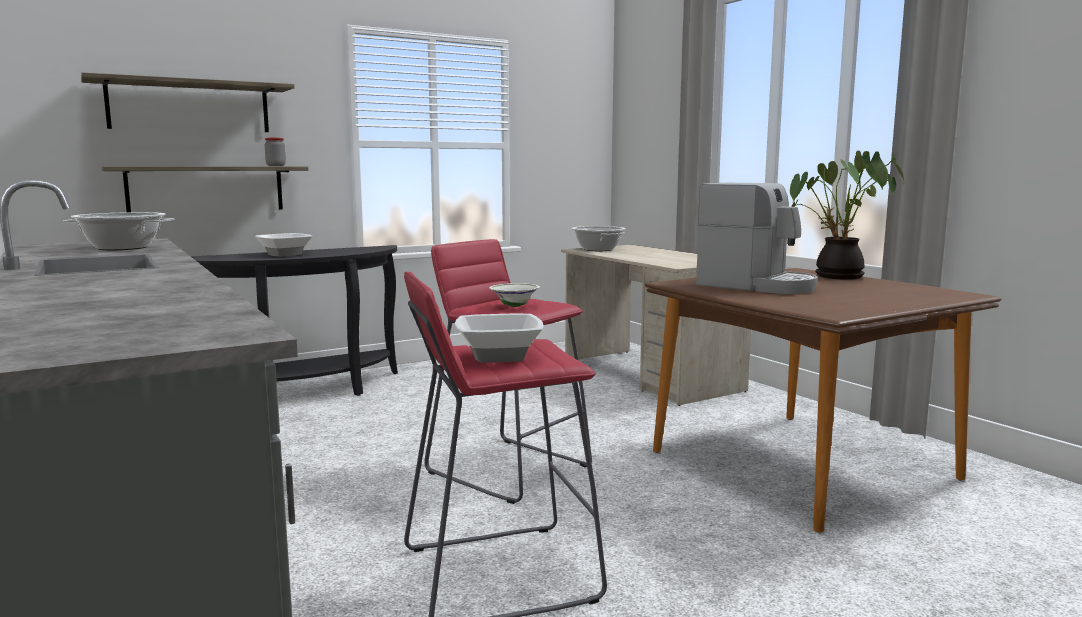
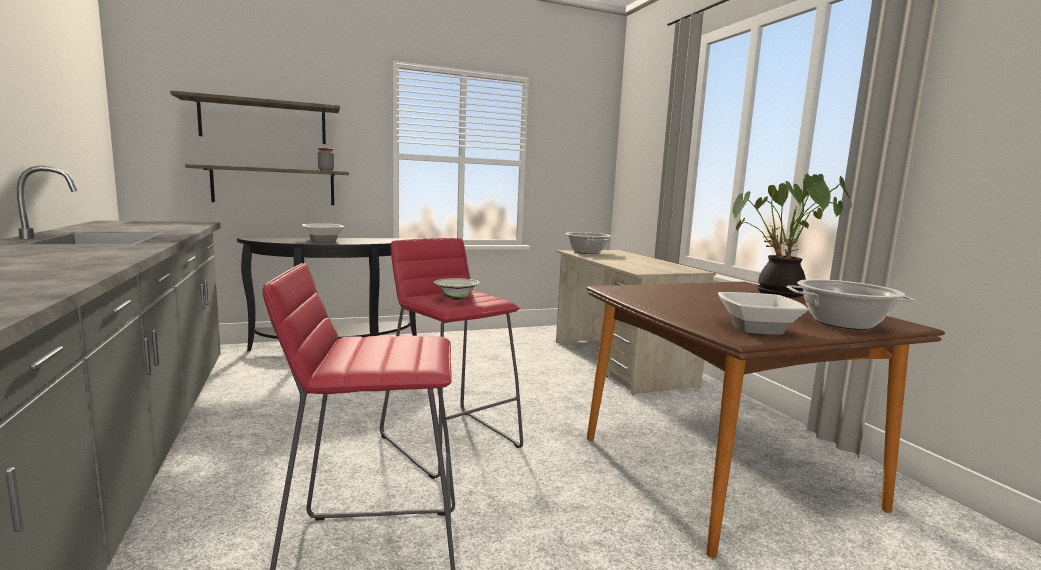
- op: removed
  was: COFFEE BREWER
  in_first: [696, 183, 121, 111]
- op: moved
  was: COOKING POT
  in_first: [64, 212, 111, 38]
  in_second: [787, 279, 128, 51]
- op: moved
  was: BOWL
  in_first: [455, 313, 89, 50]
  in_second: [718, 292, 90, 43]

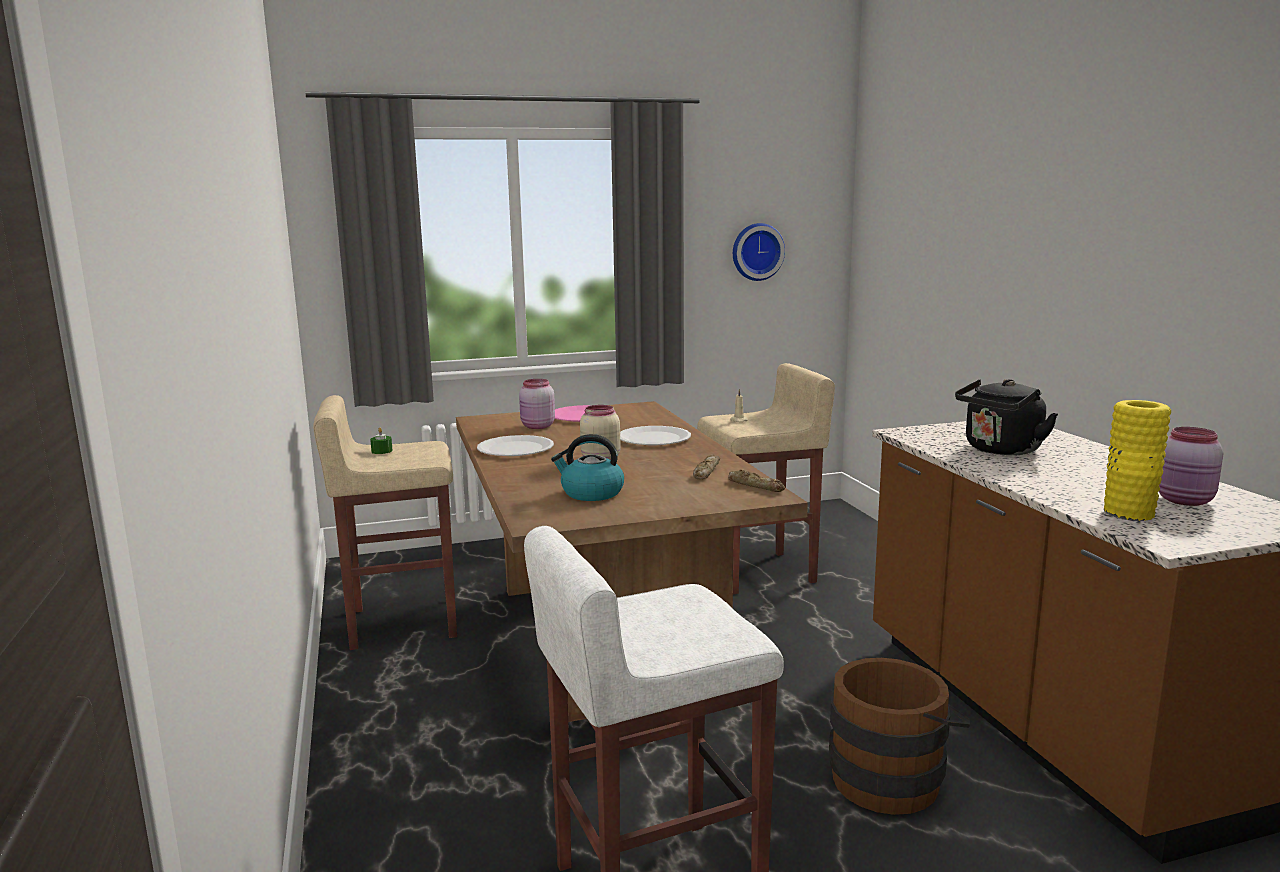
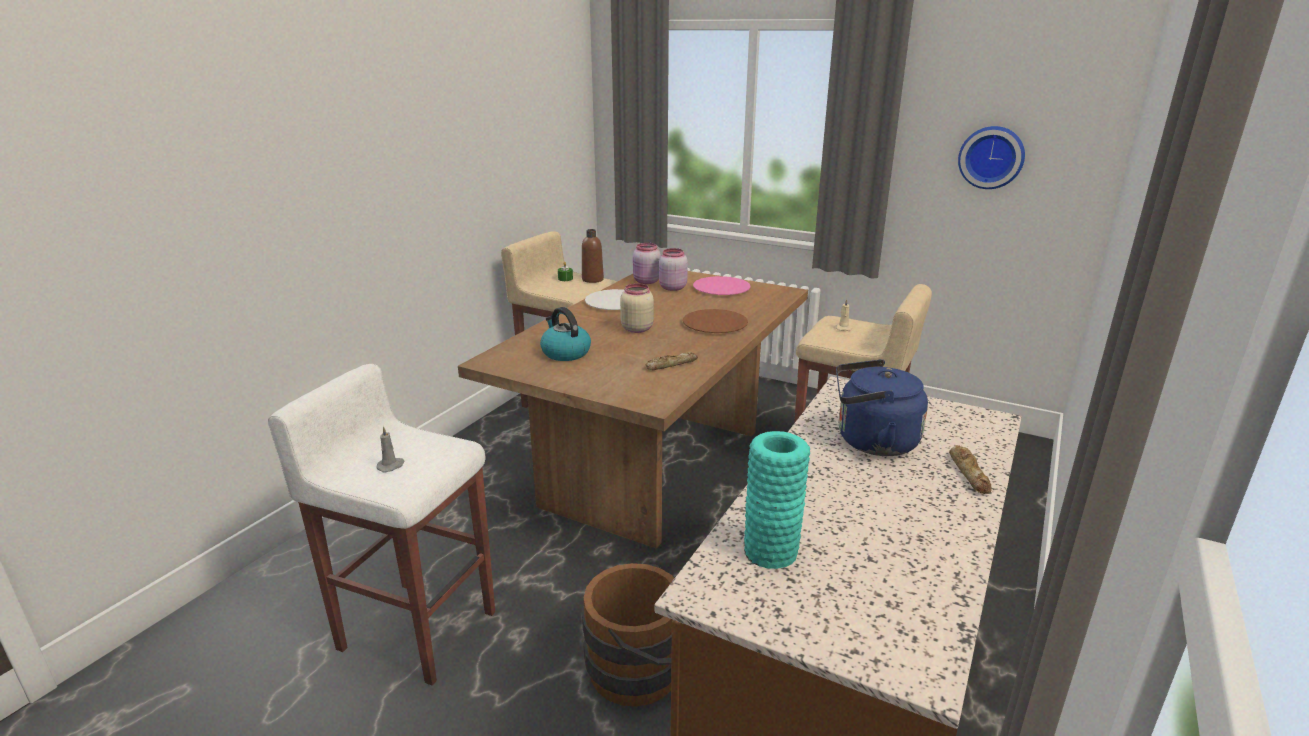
- op: recoloured
  was: BLACK-COLOURED WATER KETTLE
  now: BLUE WATER KETTLE
  in_first: [955, 379, 103, 76]
  in_second: [836, 359, 92, 97]
- op: recoloured
  was: YELLOW-COLOURED FLOWER VASE
  now: TURQUOISE-COLOURED FLOWER VASE
  in_first: [1104, 400, 67, 121]
  in_second: [744, 431, 66, 138]
- op: recoloured
  was: WHITISH DINNER PLATE
  now: BROWNISH DINNER PLATE
  in_first: [620, 426, 71, 19]
  in_second: [683, 309, 65, 24]
- op: moved
  was: PINK-COLOURED PRESERVE JAR
  in_first: [1159, 427, 64, 79]
  in_second: [633, 243, 28, 41]
- op: moved
  was: BREAD
  in_first: [728, 469, 57, 23]
  in_second: [949, 445, 43, 49]
- op: added
  now: BROWNISH BEVERAGE BOTTLE
  in_second: [582, 229, 22, 54]
- op: added
  now: GREY CANDLE
  in_second: [376, 426, 29, 47]

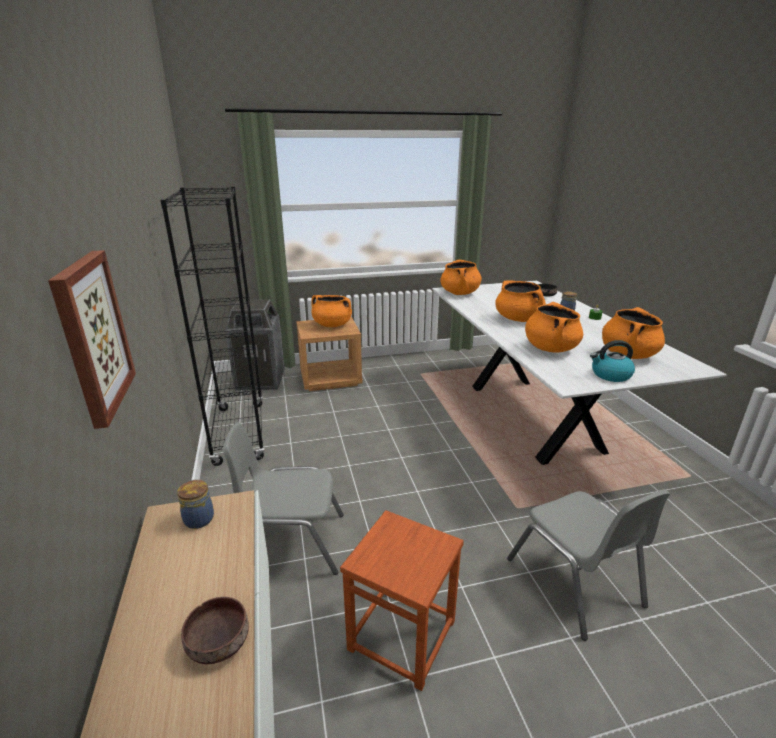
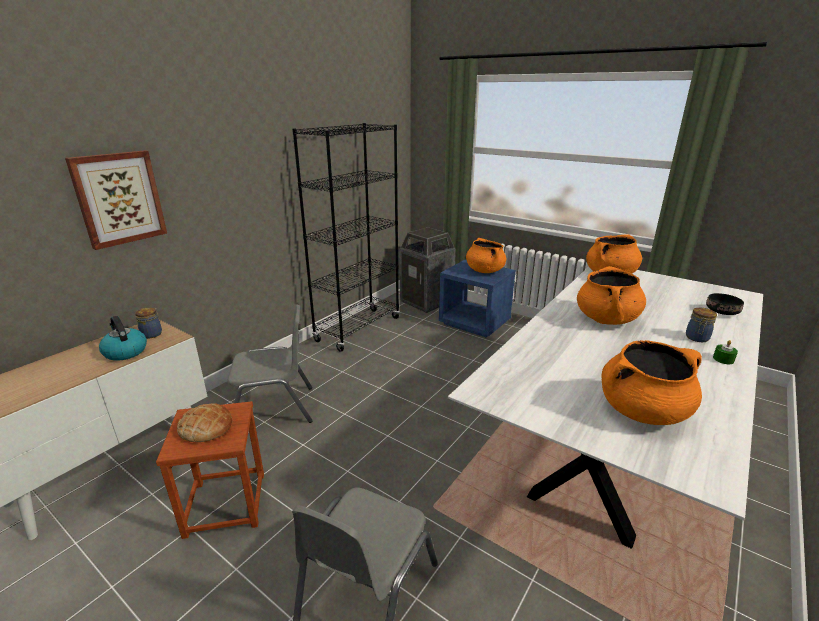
- op: removed
  was: ORANGE COOKING POT
  in_first: [525, 302, 58, 50]
- op: recoloured
  was: BROWNISH NIGHTSTAND
  now: BLUE NIGHTSTAND
  in_first: [296, 317, 67, 74]
  in_second: [439, 259, 77, 78]
- op: moved
  was: WATER KETTLE
  in_first: [590, 340, 45, 42]
  in_second: [99, 316, 48, 45]
- op: turned
  was: GREY UPRIGHT CHAIR
  in_first: [223, 422, 121, 153]
  in_second: [227, 305, 86, 118]
  clockwise: 120
- op: removed
  was: BROWNISH BOWL
  in_first: [181, 597, 68, 67]
- op: added
  now: BREAD
  in_second: [177, 403, 55, 39]

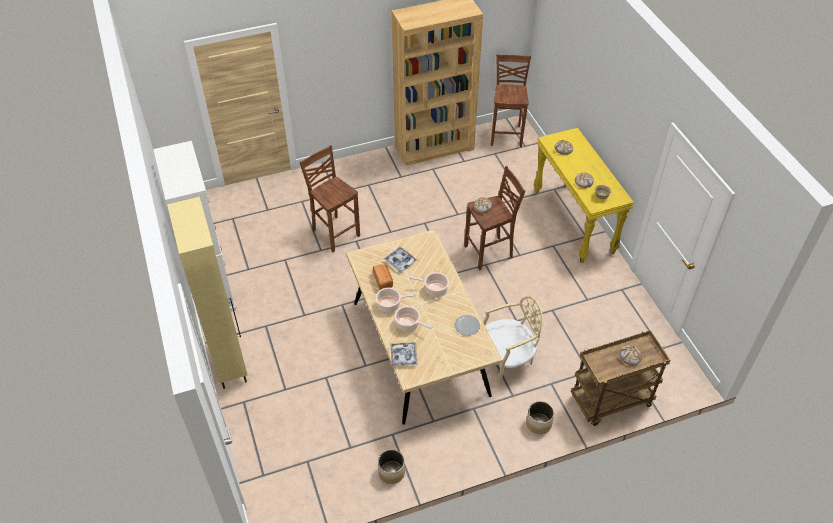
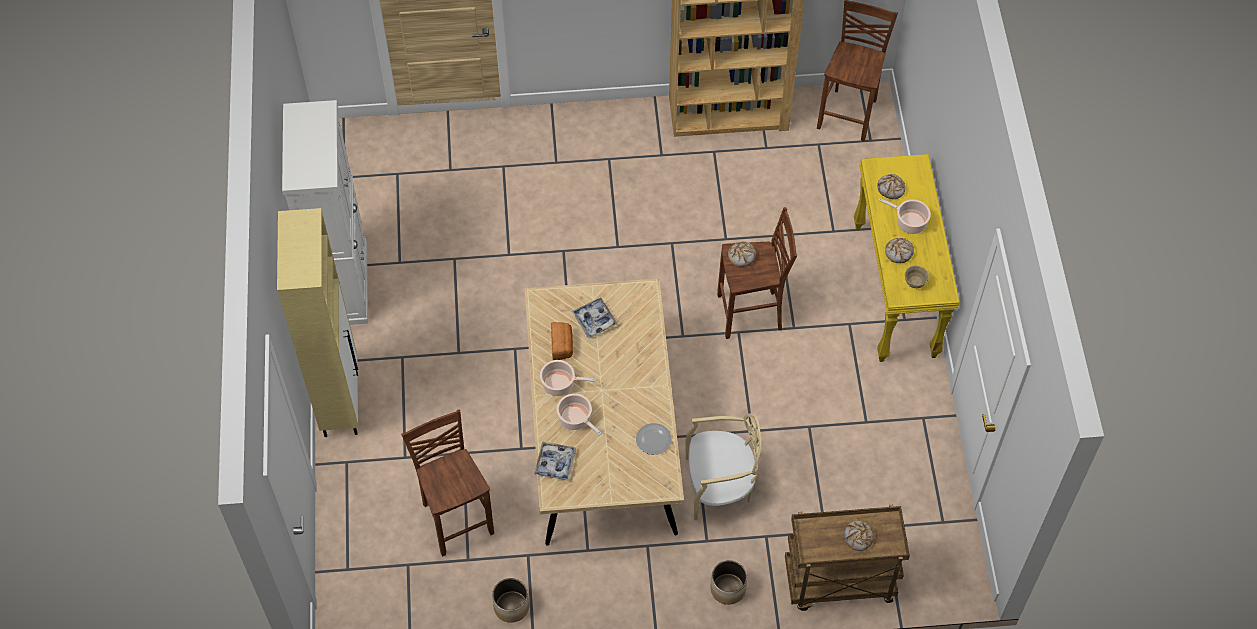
- op: moved
  was: BROWNISH STOOL SEAT
  in_first: [299, 145, 61, 108]
  in_second: [401, 410, 93, 147]
- op: moved
  was: COOKING POT
  in_first: [409, 272, 40, 25]
  in_second: [878, 198, 53, 36]

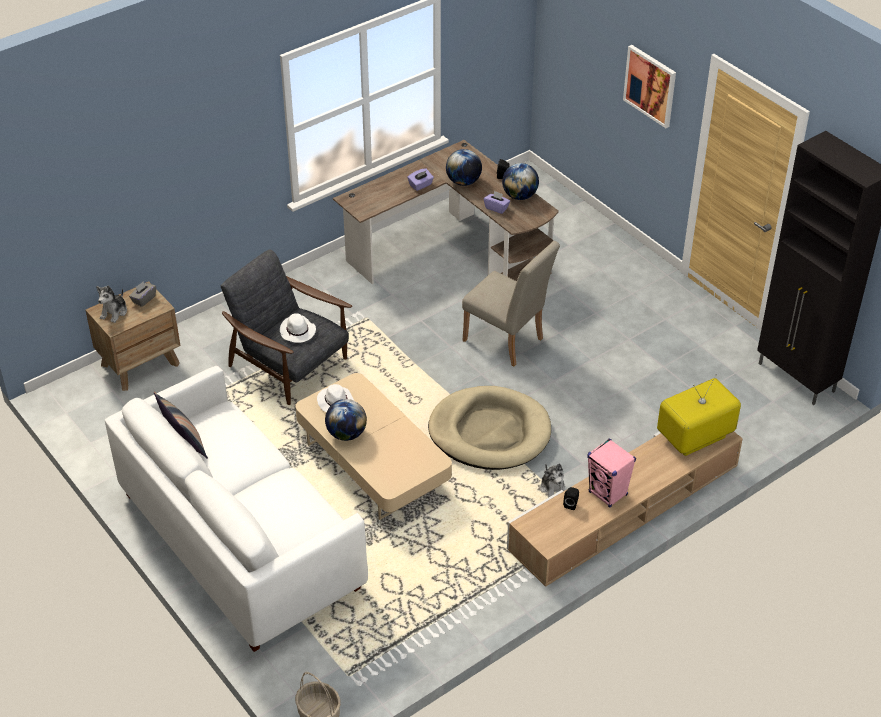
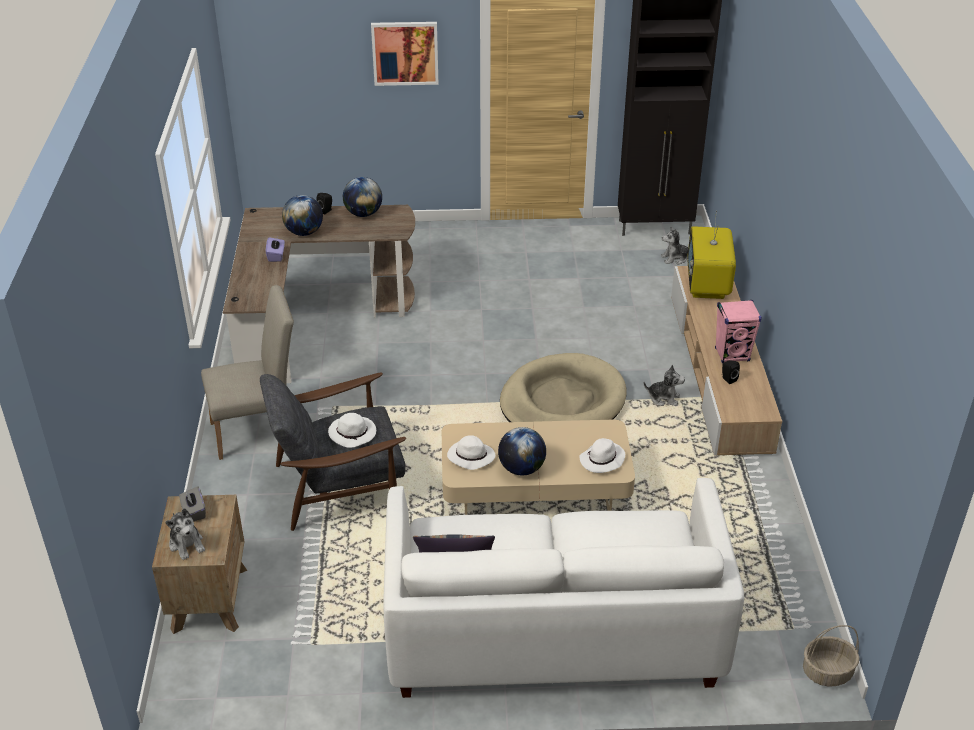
- op: removed
  was: PURPLISH BOX OF TISSUES
  in_first: [484, 191, 26, 23]
- op: moved
  was: SAND-COLOURED UPRIGHT CHAIR
  in_first: [462, 241, 98, 125]
  in_second: [201, 285, 93, 175]
- op: added
  now: PLUSH TOY
  in_second: [661, 226, 27, 39]
- op: added
  now: WHITISH CLOTHING HAT
  in_second: [579, 438, 46, 35]

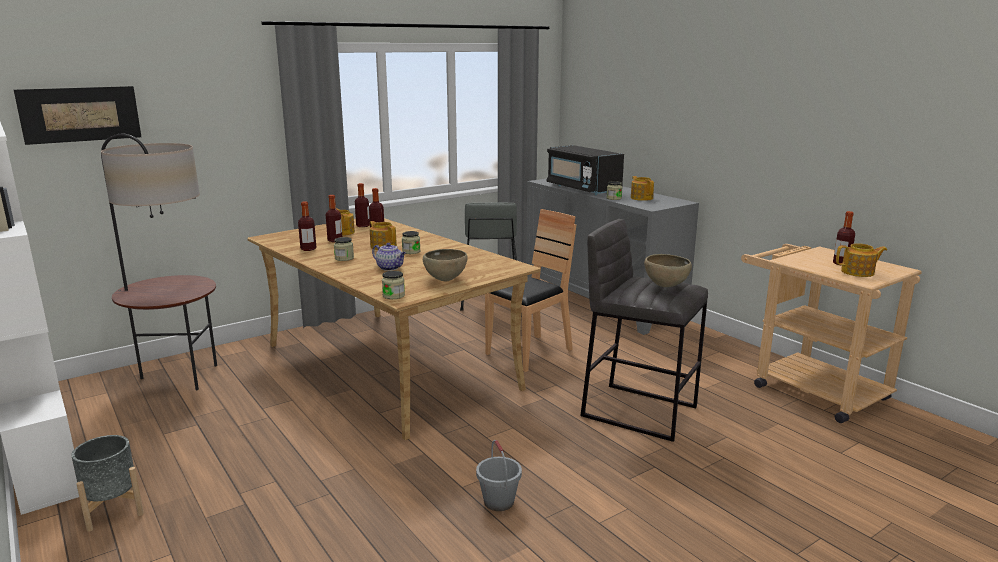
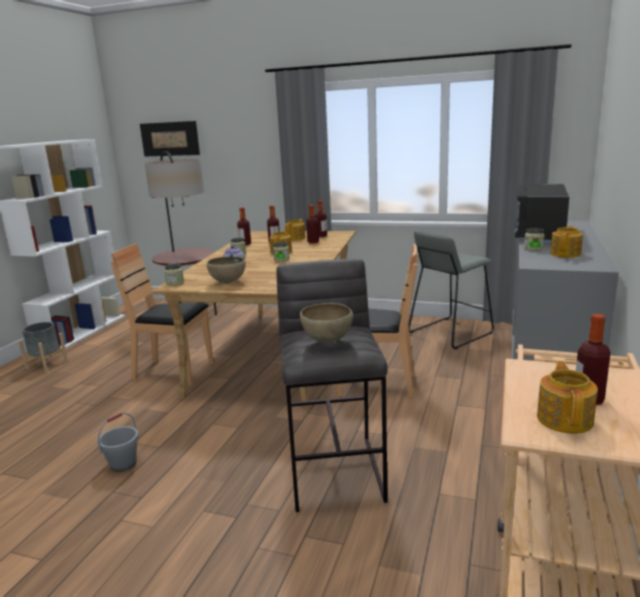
- op: turned
  was: TEAPOT
  in_first: [836, 244, 51, 33]
  in_second: [537, 361, 61, 73]
  clockwise: -135
- op: added
  now: BROWNISH UPRIGHT CHAIR
  in_second: [111, 243, 103, 143]

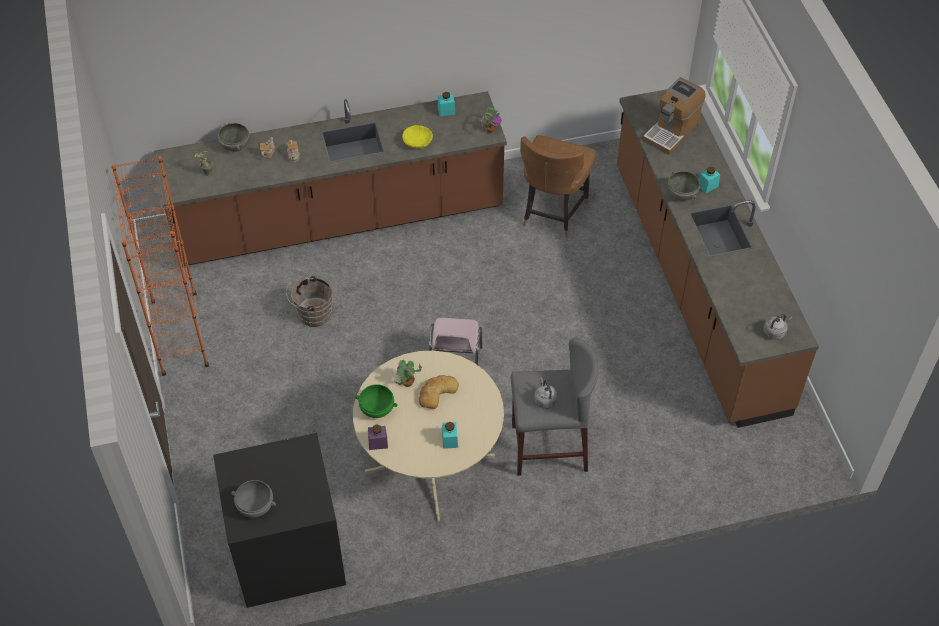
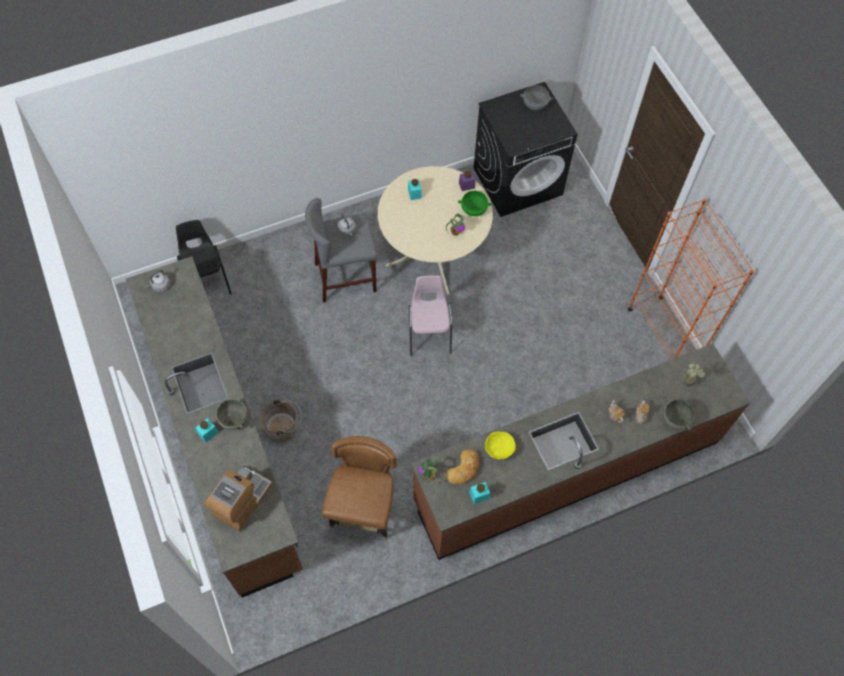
- op: moved
  was: BROWNISH BUCKET
  in_first: [286, 275, 47, 52]
  in_second: [259, 398, 43, 44]
- op: moved
  was: BREAD
  in_first: [419, 375, 40, 34]
  in_second: [446, 449, 33, 35]
- op: added
  now: BLACK-COLOURED UPRIGHT CHAIR
  in_second: [176, 220, 56, 75]

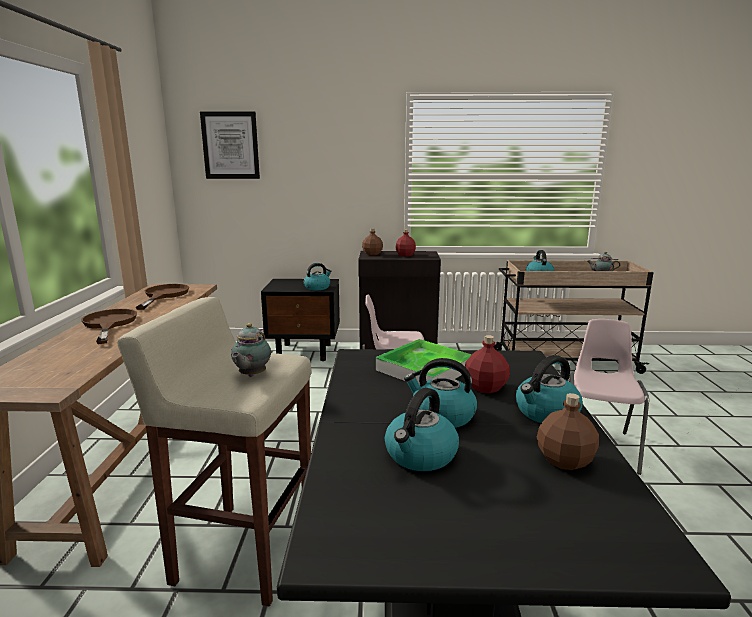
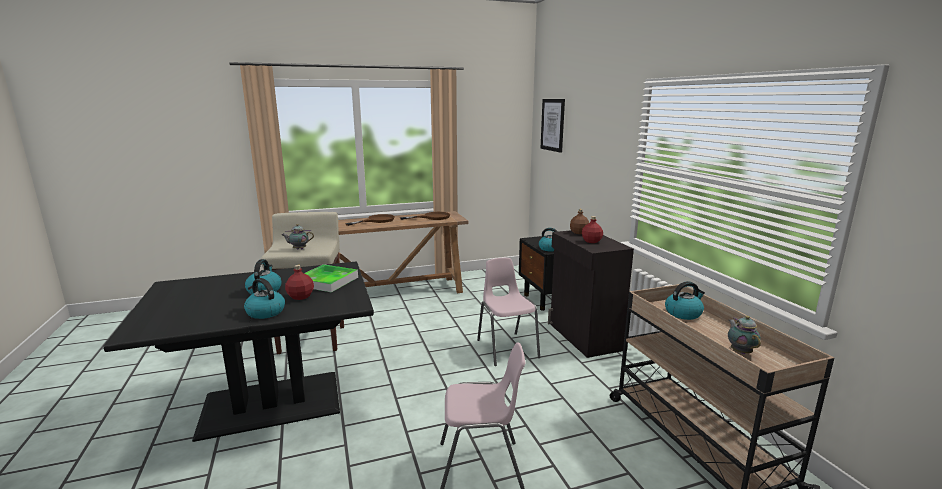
- op: removed
  was: WATER KETTLE
  in_first: [385, 388, 74, 83]
- op: removed
  was: BROWNISH BEVERAGE BOTTLE
  in_first: [537, 393, 62, 77]

